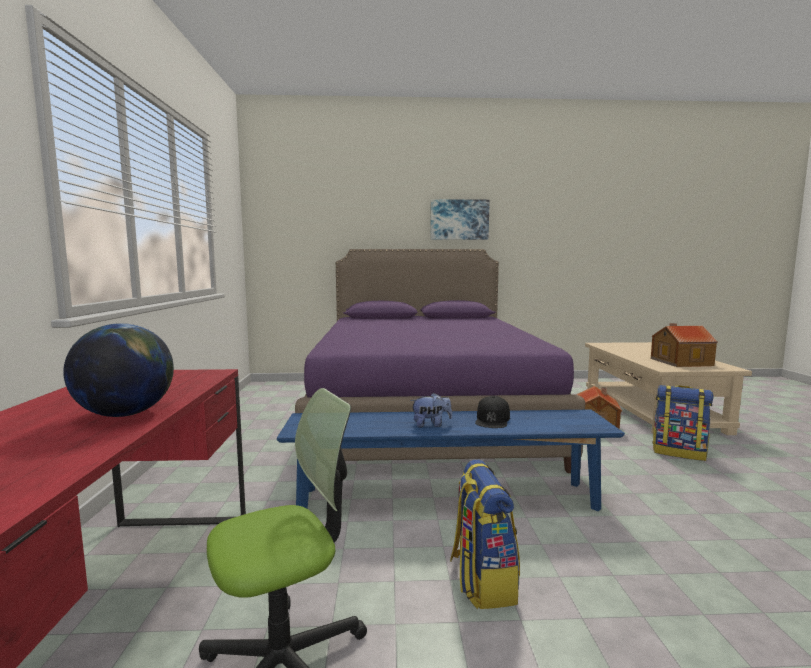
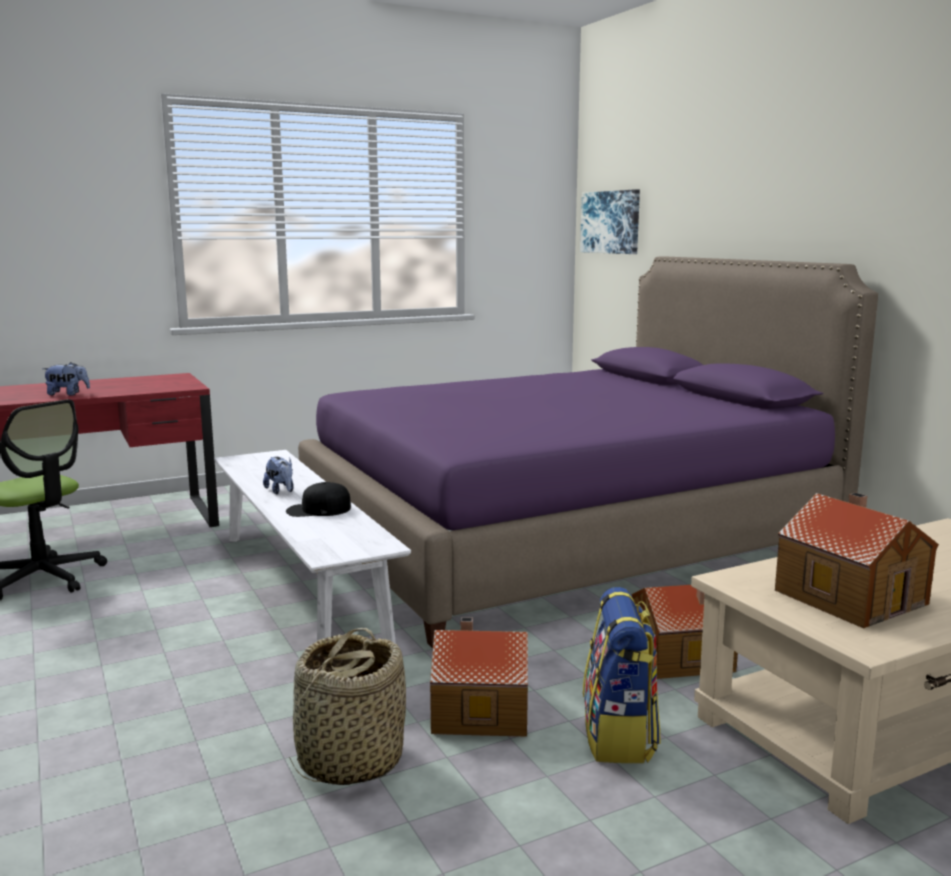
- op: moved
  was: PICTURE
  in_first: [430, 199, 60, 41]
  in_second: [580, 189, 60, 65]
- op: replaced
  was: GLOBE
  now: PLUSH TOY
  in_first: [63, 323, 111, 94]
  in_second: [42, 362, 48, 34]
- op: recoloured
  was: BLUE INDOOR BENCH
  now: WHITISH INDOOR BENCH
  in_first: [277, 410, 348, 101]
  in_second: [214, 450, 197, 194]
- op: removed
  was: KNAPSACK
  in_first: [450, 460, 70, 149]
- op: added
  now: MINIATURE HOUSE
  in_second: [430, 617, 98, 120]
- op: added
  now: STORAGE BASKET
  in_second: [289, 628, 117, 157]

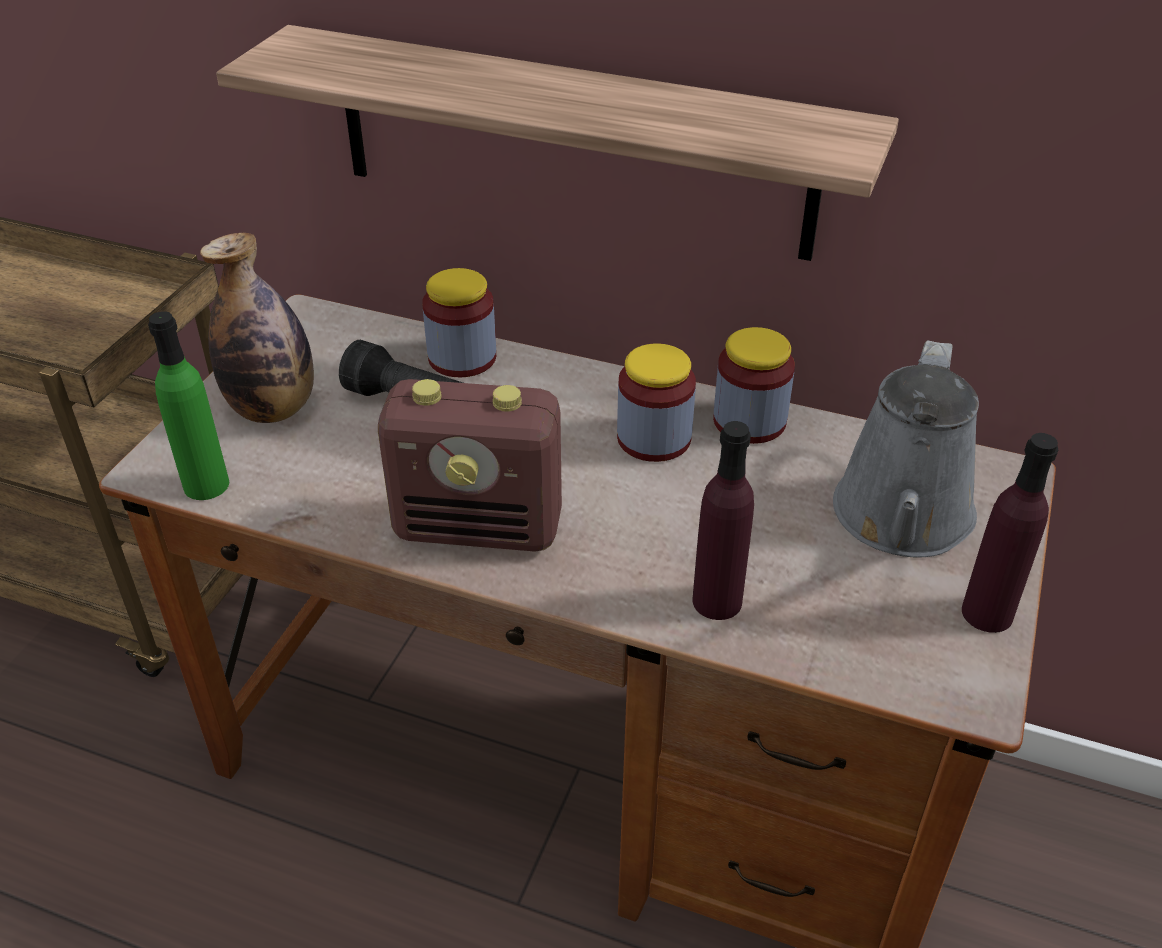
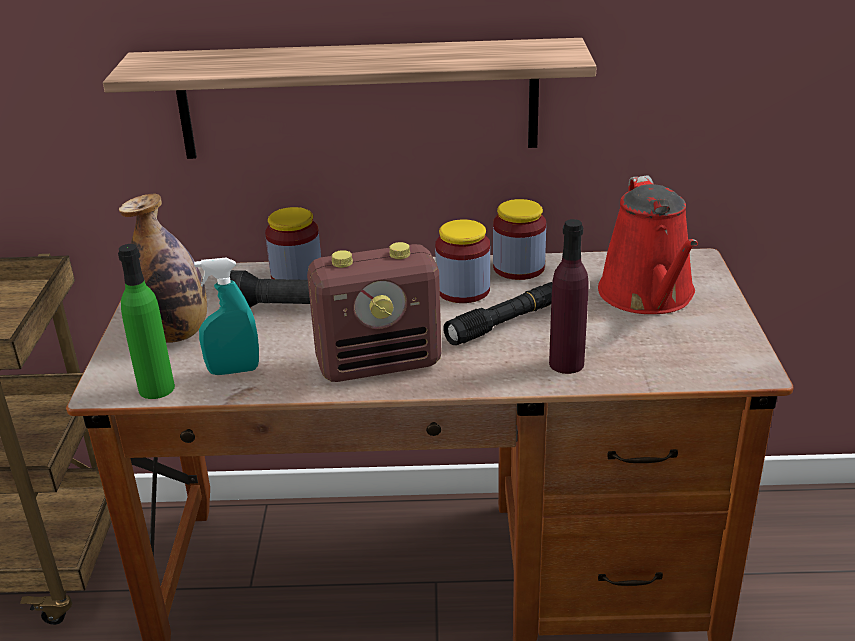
- op: recoloured
  was: GREY WATERING POT
  now: RED WATERING POT
  in_first: [833, 340, 146, 218]
  in_second: [598, 175, 100, 139]
- op: removed
  was: PURPLISH BEVERAGE BOTTLE
  in_first: [962, 433, 96, 200]
- op: added
  now: TURQUOISE-COLOURED SPRAY BOTTLE
  in_second: [194, 258, 65, 117]
- op: added
  now: BLACK-COLOURED TORCH
  in_second: [443, 282, 109, 63]

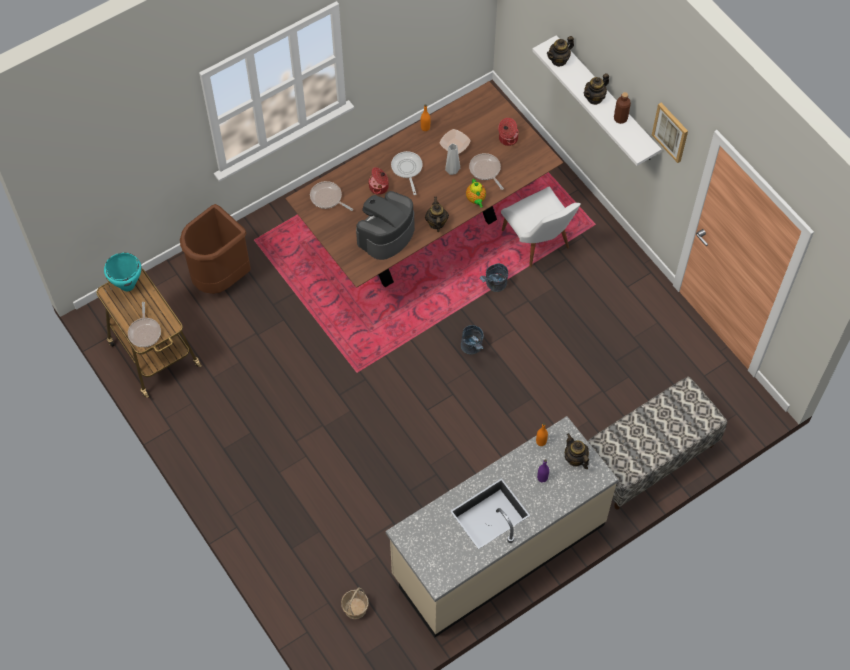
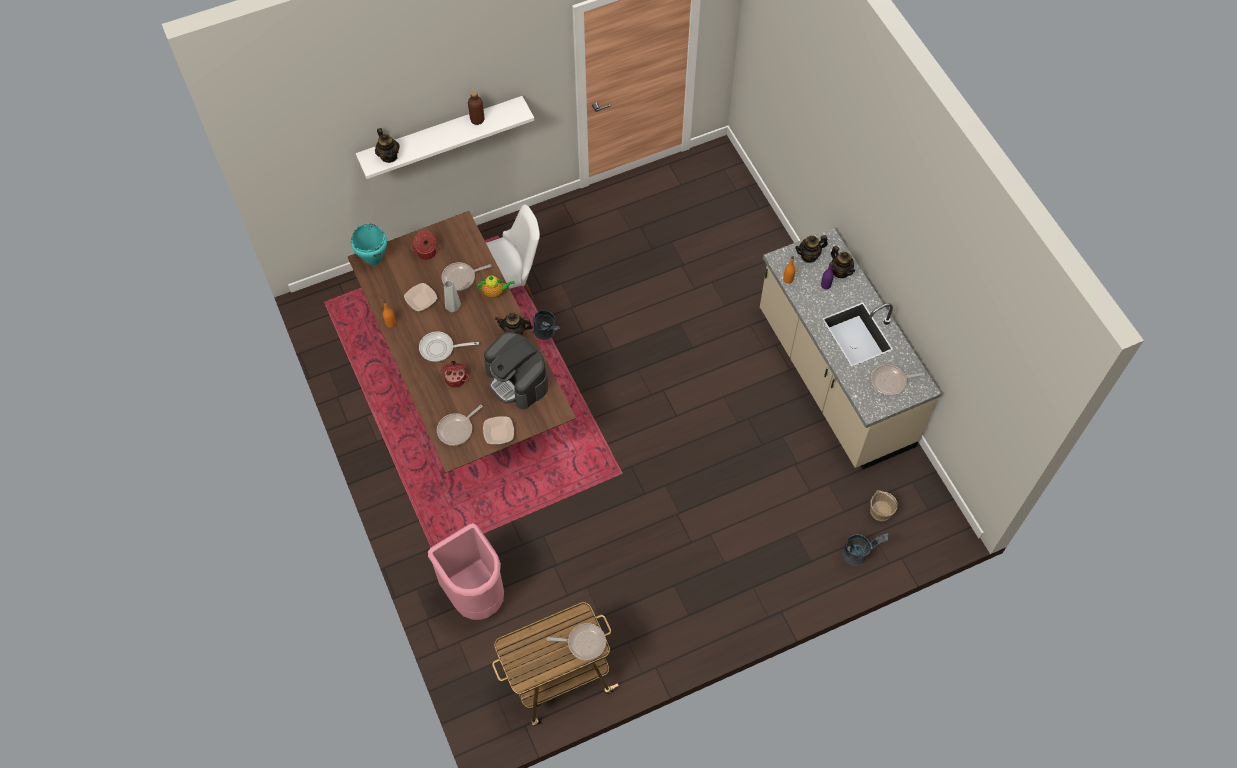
- op: moved
  was: TEAPOT
  in_first: [583, 73, 26, 32]
  in_second: [831, 246, 24, 32]
- op: removed
  was: PICTURE
  in_first: [652, 103, 36, 60]
- op: recoloured
  was: BROWNISH TRASH CAN
  now: PINK-COLOURED TRASH CAN
  in_first: [180, 204, 71, 90]
  in_second: [428, 523, 76, 97]
- op: moved
  was: TURQUOISE-COLOURED COOKING POT
  in_first: [104, 253, 38, 38]
  in_second: [351, 224, 36, 42]
- op: moved
  was: GREY BUCKET
  in_first: [461, 325, 23, 29]
  in_second: [842, 533, 46, 33]
- op: removed
  was: INDOOR BENCH
  in_first: [588, 377, 139, 132]
- op: added
  now: PAN
  in_second: [871, 365, 54, 31]
- op: added
  now: BOWL
  in_second: [483, 416, 31, 28]

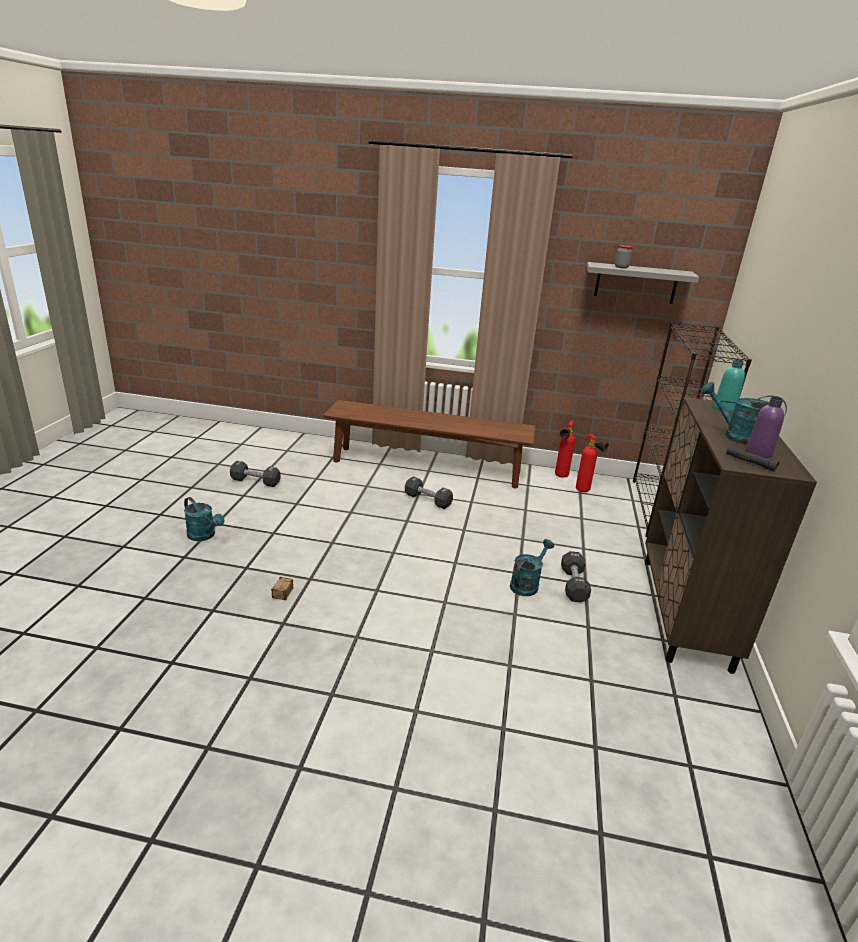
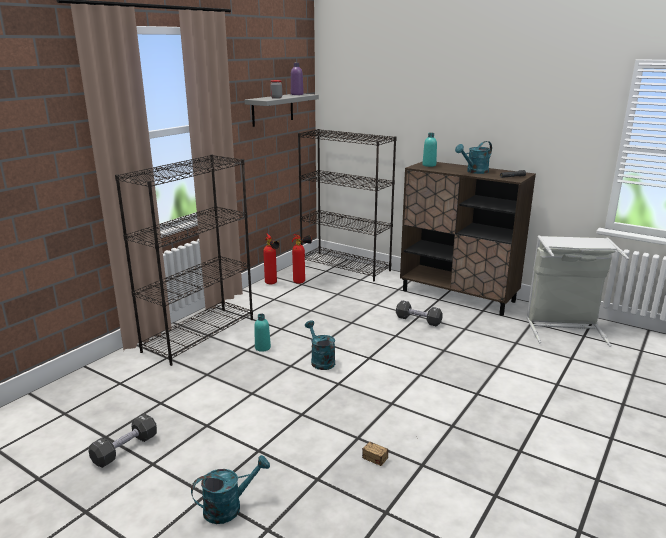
- op: moved
  was: PURPLISH BEVERAGE BOTTLE
  in_first: [746, 397, 38, 61]
  in_second: [291, 63, 13, 32]
- op: replaced
  was: BROWNISH INDOOR BENCH
  now: BLACK-COLOURED SHELVING UNIT
  in_first: [323, 400, 212, 89]
  in_second: [115, 154, 138, 212]
- op: replaced
  was: BLACK-COLOURED DUMBBELL
  now: TURQUOISE-COLOURED BEVERAGE BOTTLE
  in_first: [405, 476, 48, 33]
  in_second: [254, 314, 17, 38]
- op: moved
  was: TURQUOISE-COLOURED WATERING POT
  in_first: [510, 539, 44, 57]
  in_second: [305, 320, 30, 50]
- op: added
  now: GREY LAUNDRY BASKET
  in_second: [526, 235, 103, 112]

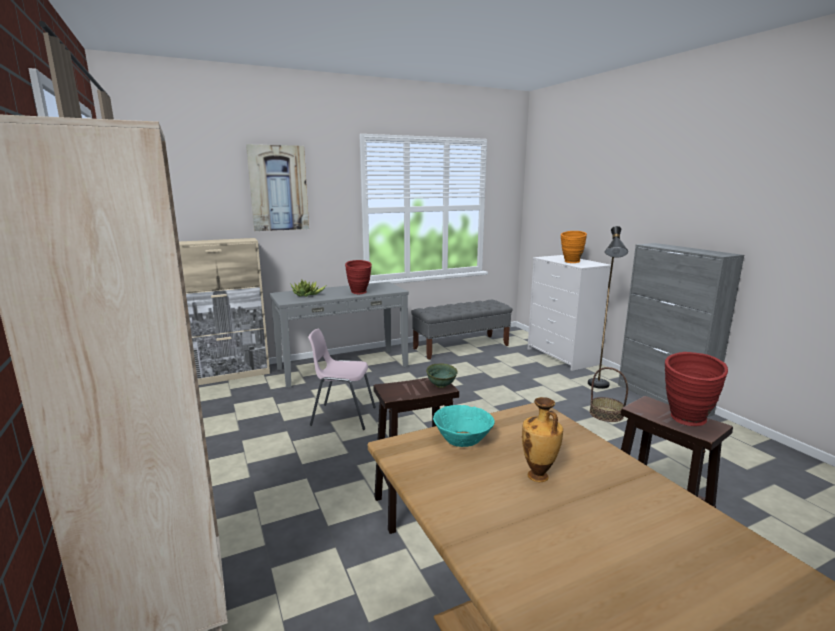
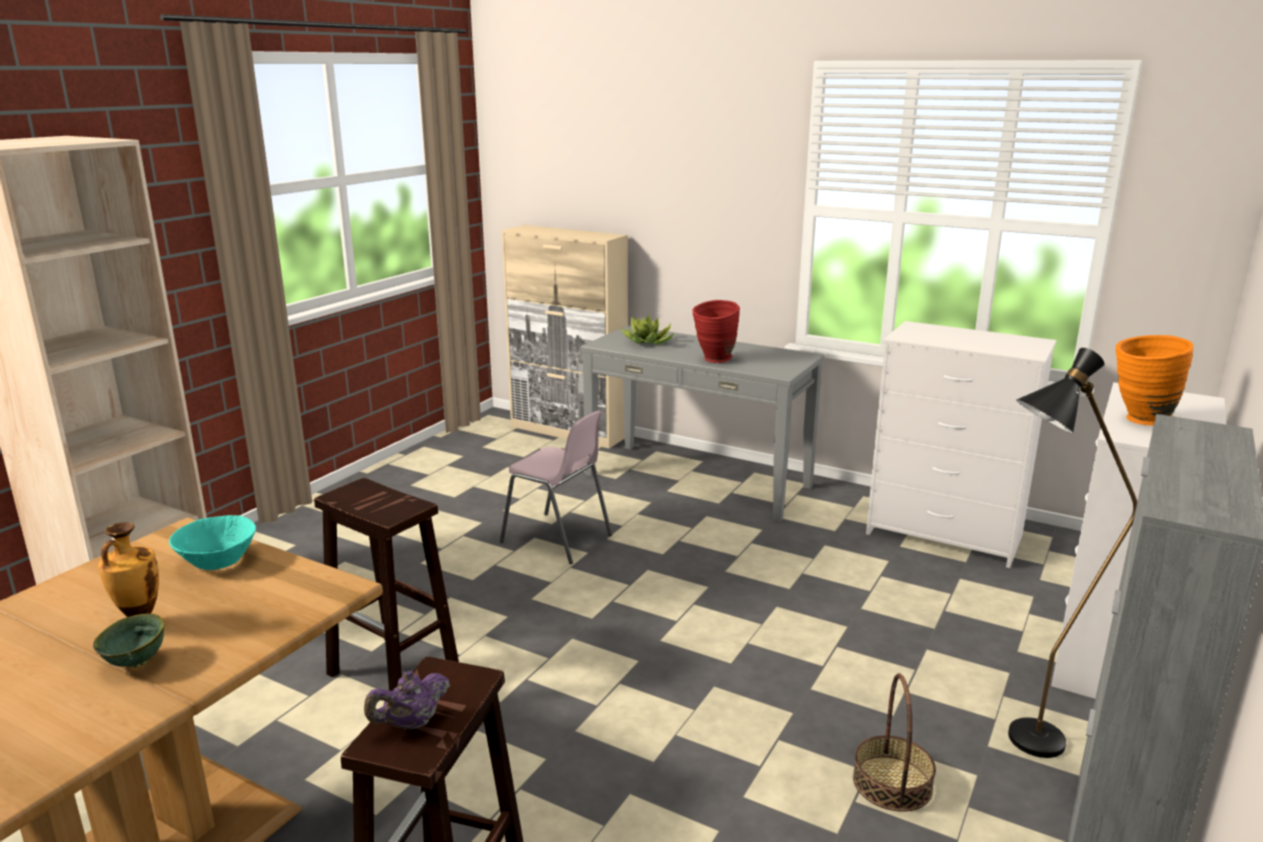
- op: removed
  was: PICTURE
  in_first: [246, 144, 63, 87]
- op: replaced
  was: GREY INDOOR BENCH
  now: WHITISH DRESSER
  in_first: [411, 300, 102, 60]
  in_second: [866, 321, 191, 247]
- op: turned
  was: PINK-COLOURED UPRIGHT CHAIR
  in_first: [308, 328, 68, 102]
  in_second: [500, 411, 112, 153]
  clockwise: 150
- op: replaced
  was: RED FLOWER VASE
  now: PURPLISH TEAPOT
  in_first: [665, 352, 63, 74]
  in_second: [364, 671, 86, 58]
- op: moved
  was: GREENISH BOWL
  in_first: [426, 364, 32, 24]
  in_second: [93, 614, 71, 54]

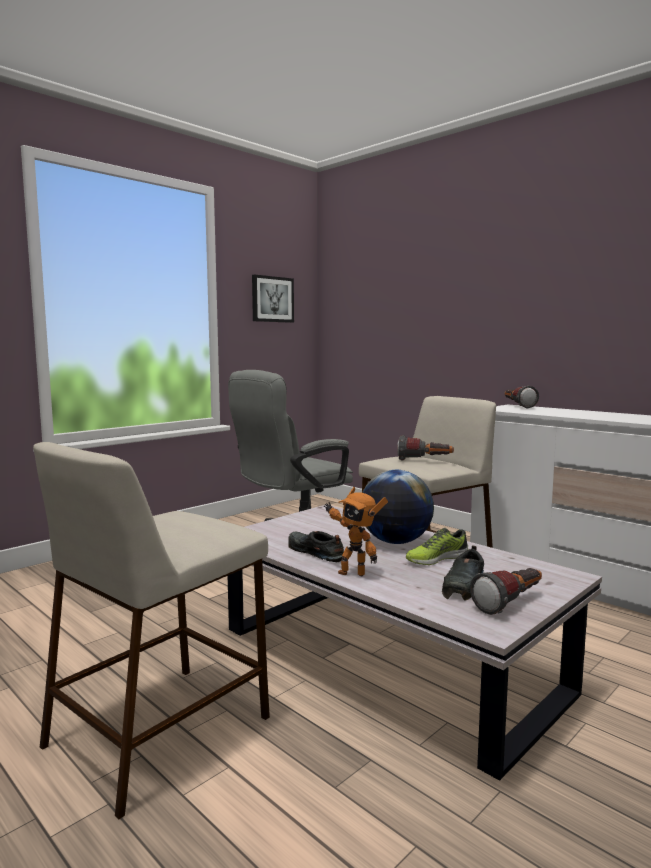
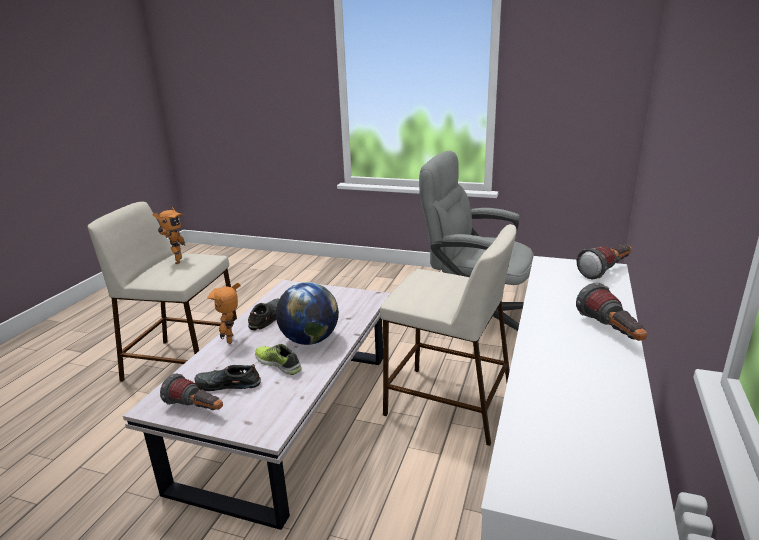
- op: removed
  was: PICTURE
  in_first: [252, 274, 42, 49]
- op: moved
  was: TORCH
  in_first: [397, 435, 57, 25]
  in_second: [576, 283, 71, 58]
- op: added
  now: MODEL ROBOT
  in_second: [152, 207, 33, 57]

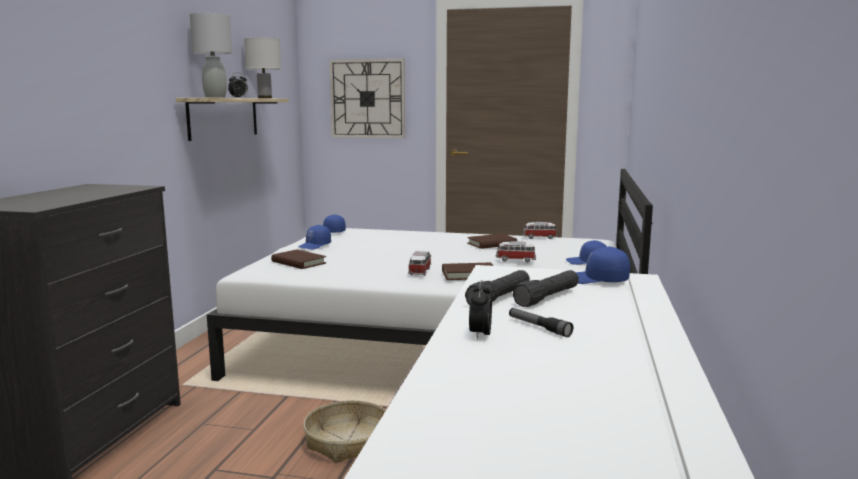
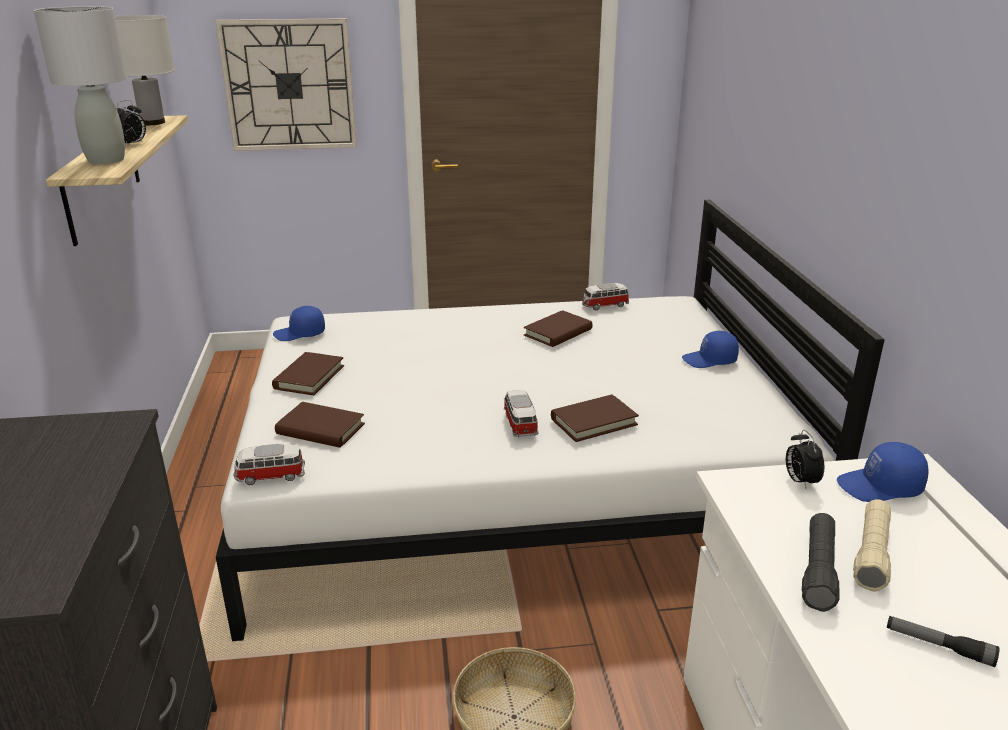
- op: replaced
  was: BLUE PEAKED CAP
  now: BROWNISH BOOK
  in_first: [298, 225, 33, 25]
  in_second: [272, 352, 72, 43]
- op: moved
  was: MODEL CAR
  in_first: [496, 241, 40, 21]
  in_second: [234, 444, 71, 41]
- op: recoloured
  was: BLACK-COLOURED TORCH
  now: SAND-COLOURED TORCH
  in_first: [513, 270, 66, 37]
  in_second: [853, 499, 38, 93]
- op: moved
  was: ALARM CLOCK
  in_first: [469, 280, 23, 59]
  in_second: [786, 430, 38, 59]

